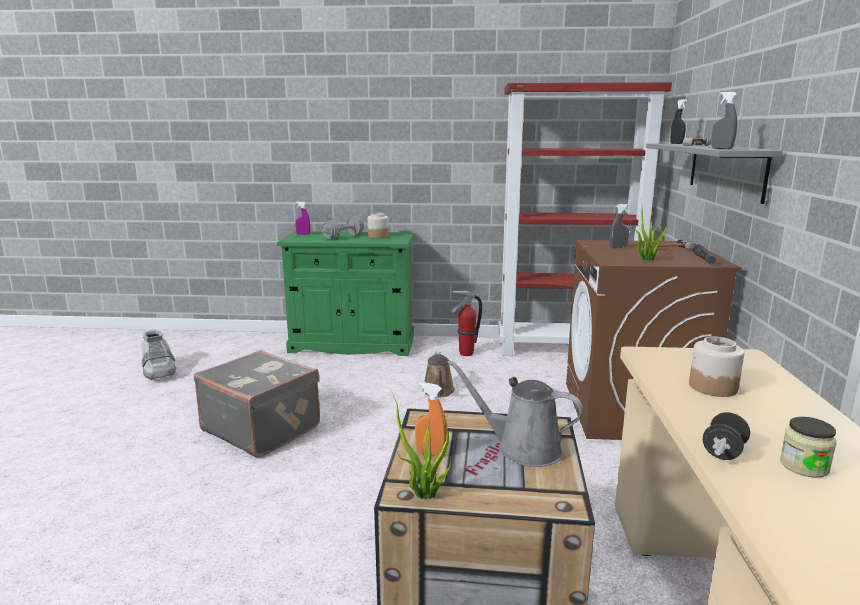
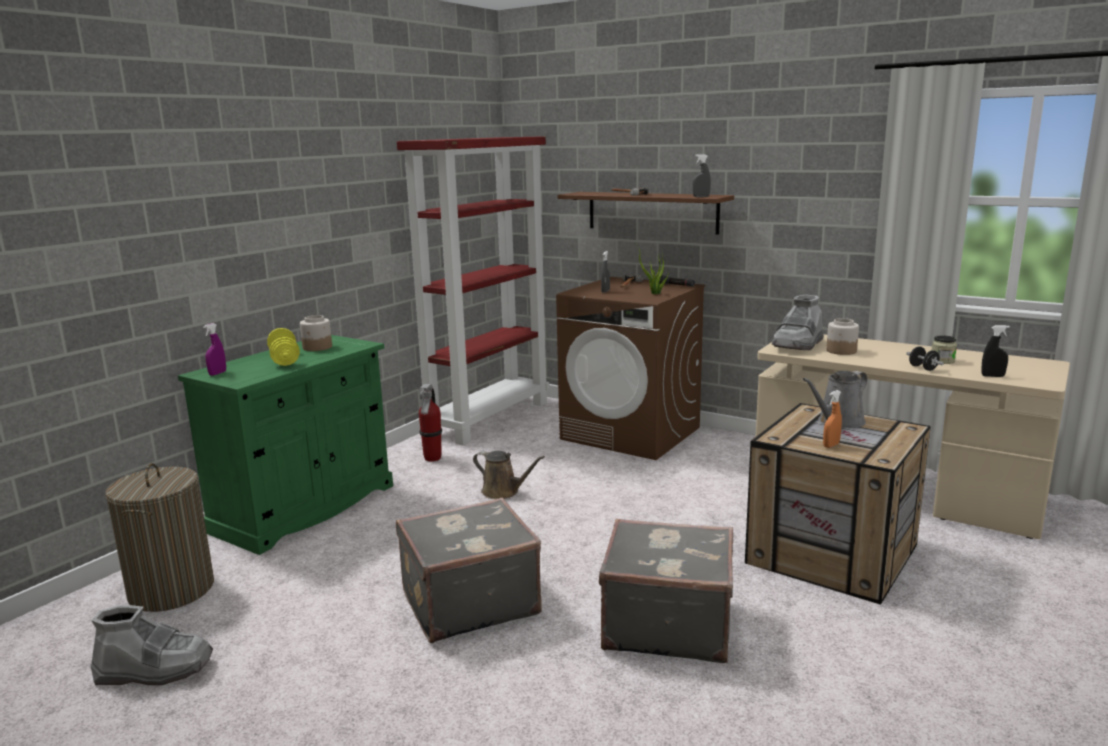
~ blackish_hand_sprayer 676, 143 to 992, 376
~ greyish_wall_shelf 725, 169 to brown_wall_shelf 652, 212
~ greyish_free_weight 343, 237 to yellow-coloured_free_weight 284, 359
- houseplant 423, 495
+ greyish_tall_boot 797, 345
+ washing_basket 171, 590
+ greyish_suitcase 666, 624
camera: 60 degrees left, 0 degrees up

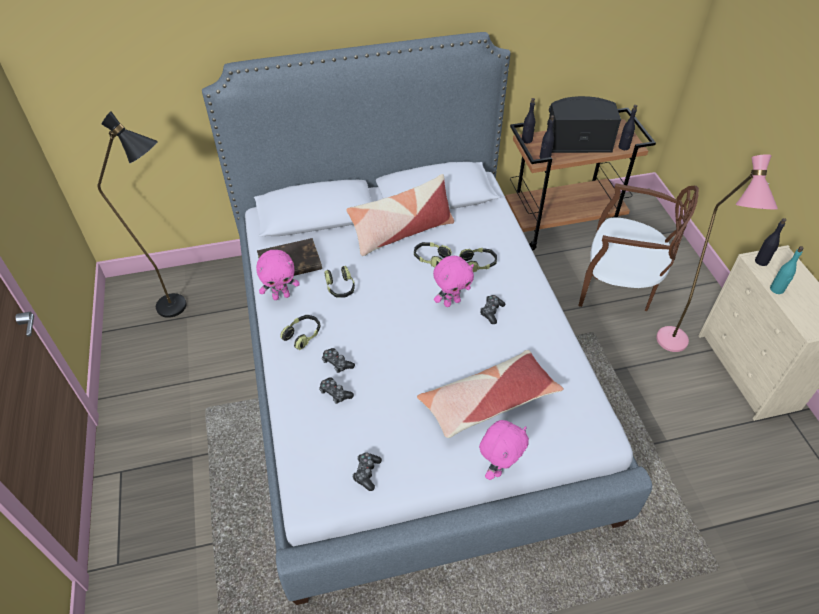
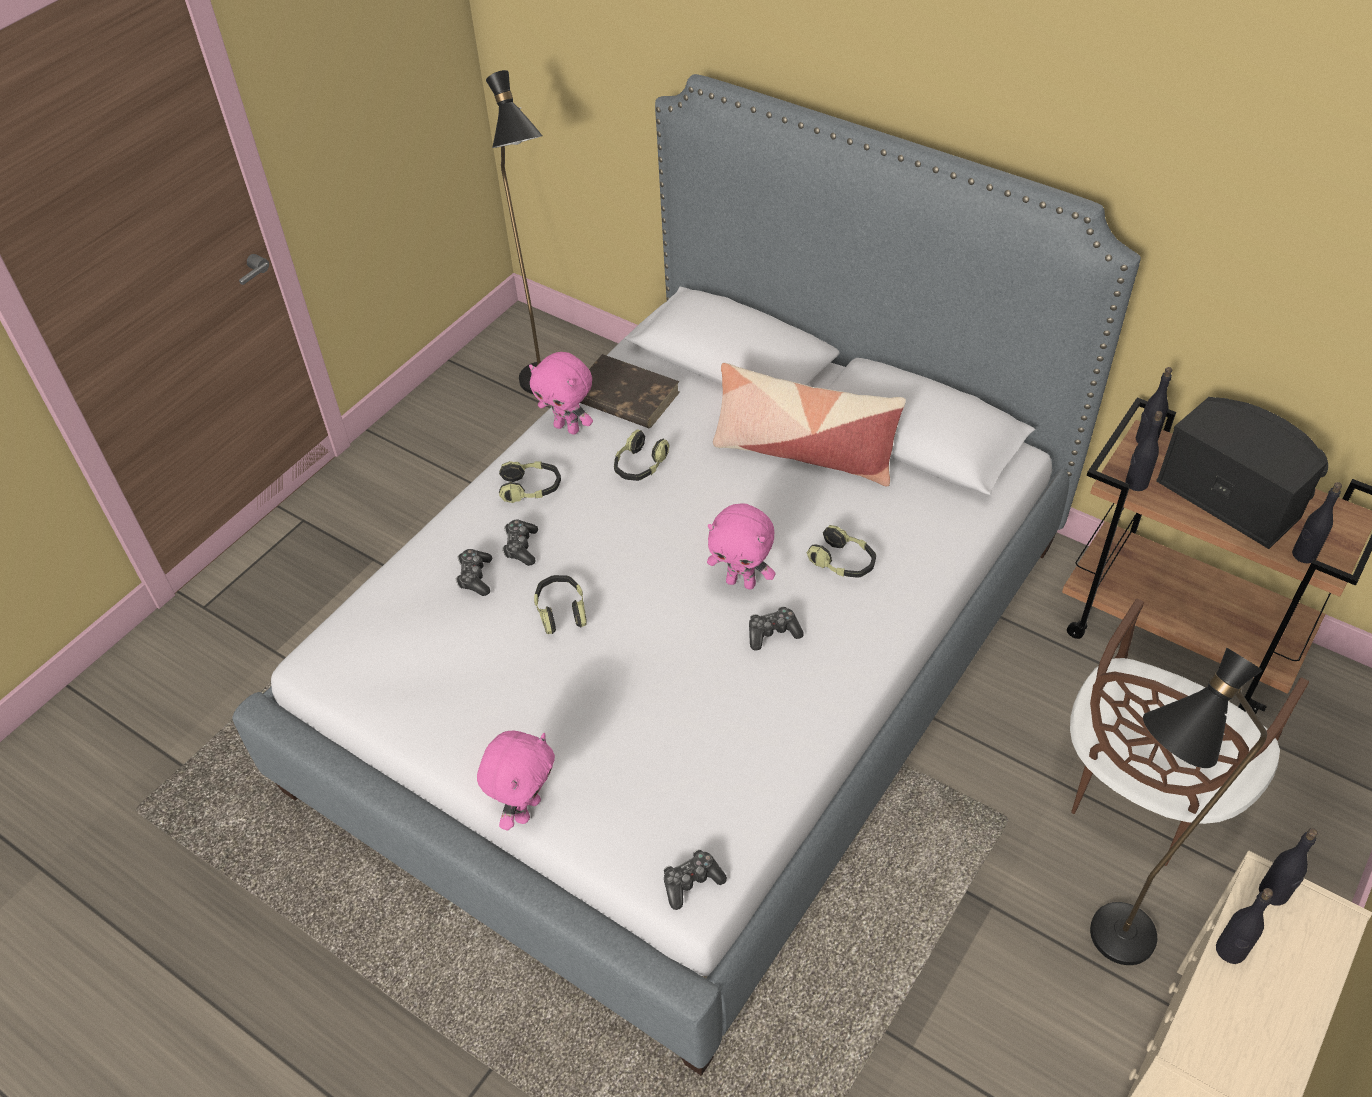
~ pink_standard_lamp 674, 349 to blackish_standard_lamp 1106, 950
~ brown_plain_chair 618, 286 = 1144, 792 60 degrees clockwise
~ headphones 431, 259 to 561, 610
~ turquoise-coloured_bottle 777, 289 to blackish_bottle 1230, 950
- cushion 488, 401
~ pink_cuddly_toy 499, 468 = 526, 809 60 degrees counterclockwise
~ joypad 366, 473 to 691, 882
camera: 50 degrees right, 0 degrees up

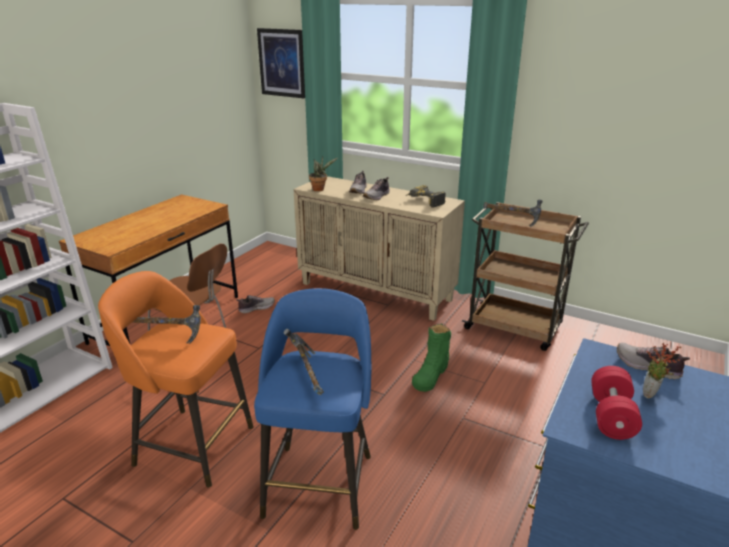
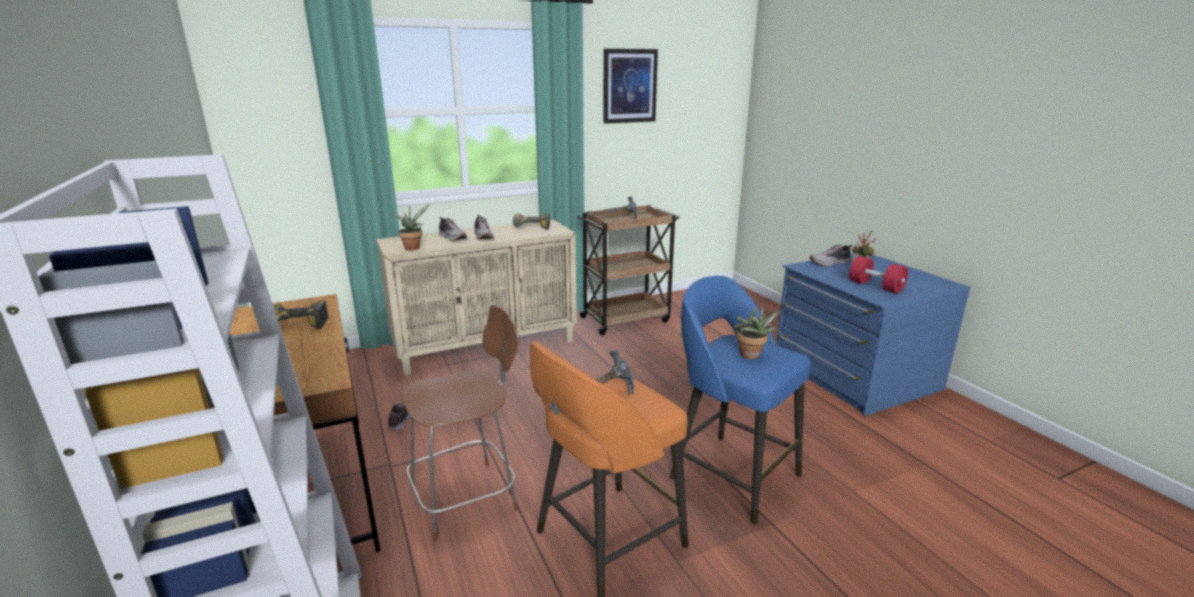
~ wall_art 282, 63 to 629, 86
- greenish_tall_boot 431, 374
~ hammer 307, 377 to houseplant 751, 356
+ electric_drill 294, 327
camera: 55 degrees left, 5 degrees down

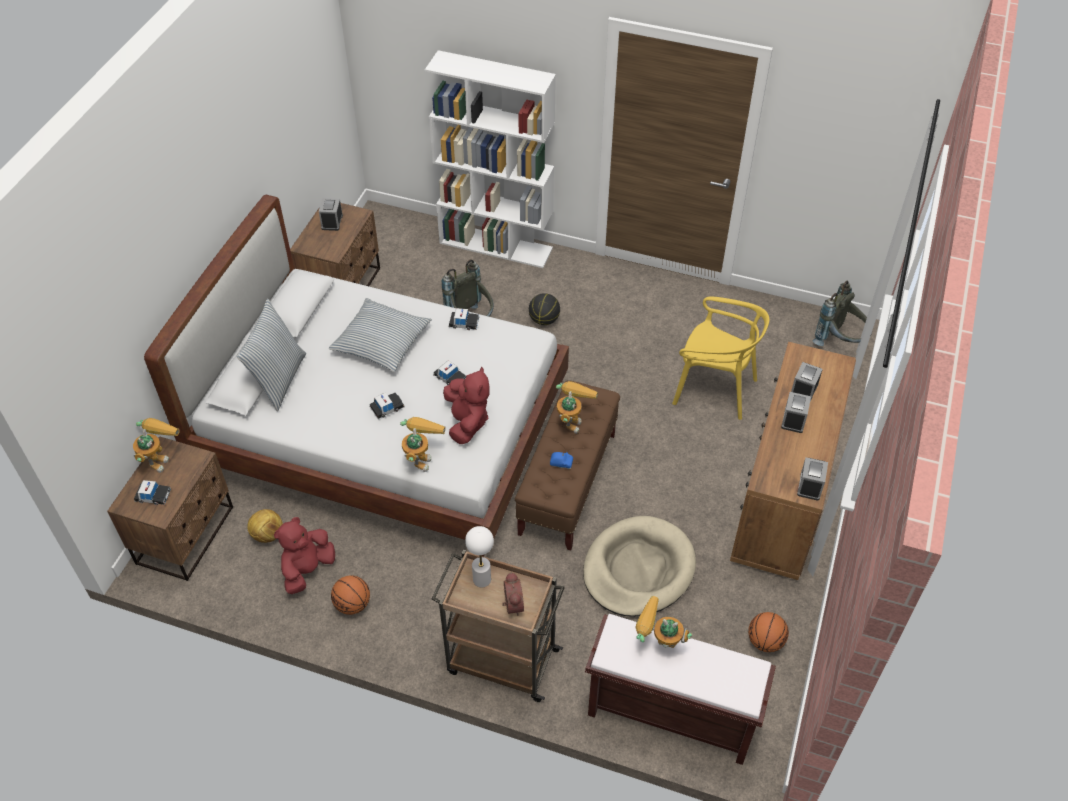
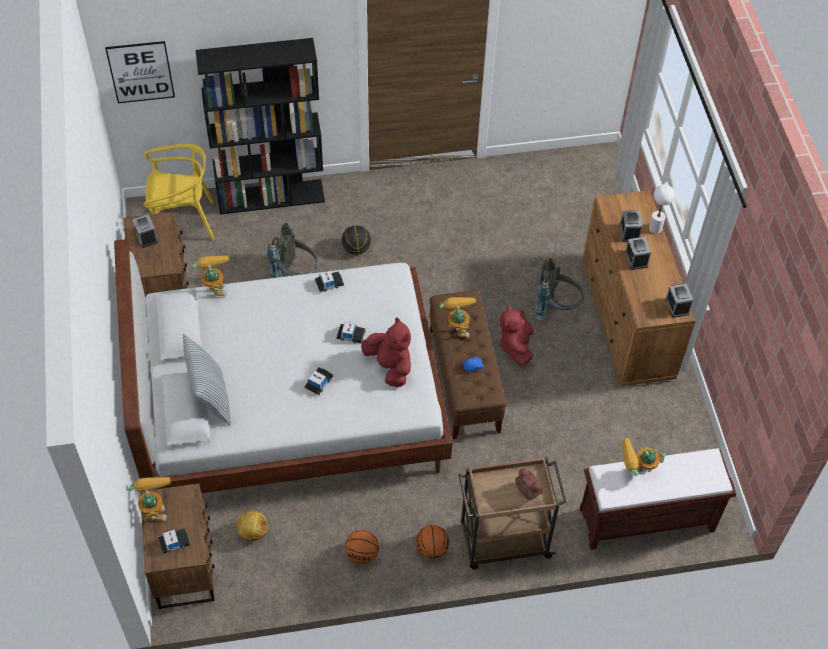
~ white_shelving_unit 496, 245 to blackish_shelving_unit 271, 196
~ greyish_backpack 840, 341 to 556, 307
~ yellow-coloured_plain_chair 714, 389 to 182, 222
- cushion 381, 342
~ robot_figure 421, 456 to 214, 287
- beige_dog_bed 638, 569
~ red-coloured_cuddly_toy 307, 569 to 516, 346
~ white_table_lamp 482, 579 to 655, 229
~ basketball 765, 641 to 432, 549
+ wall_art 140, 72
camera: 30 degrees left, 5 degrees up

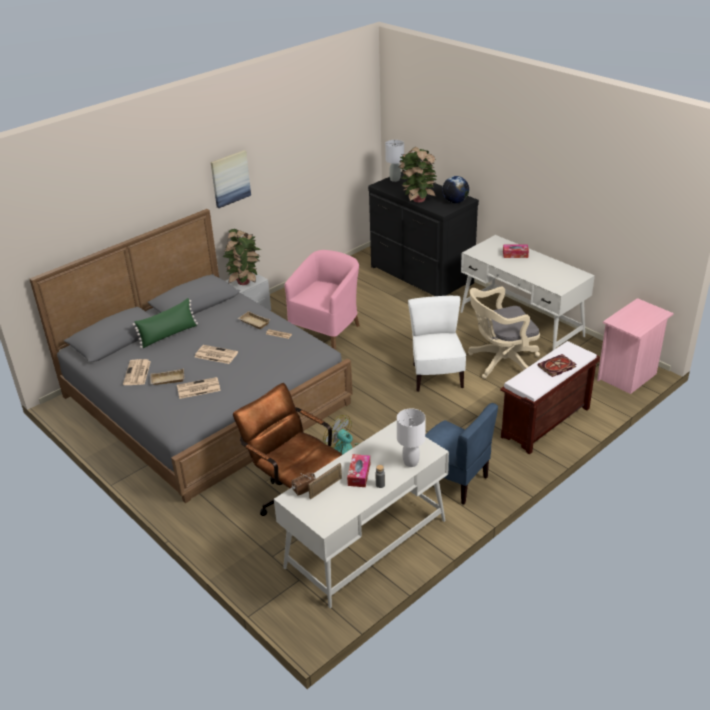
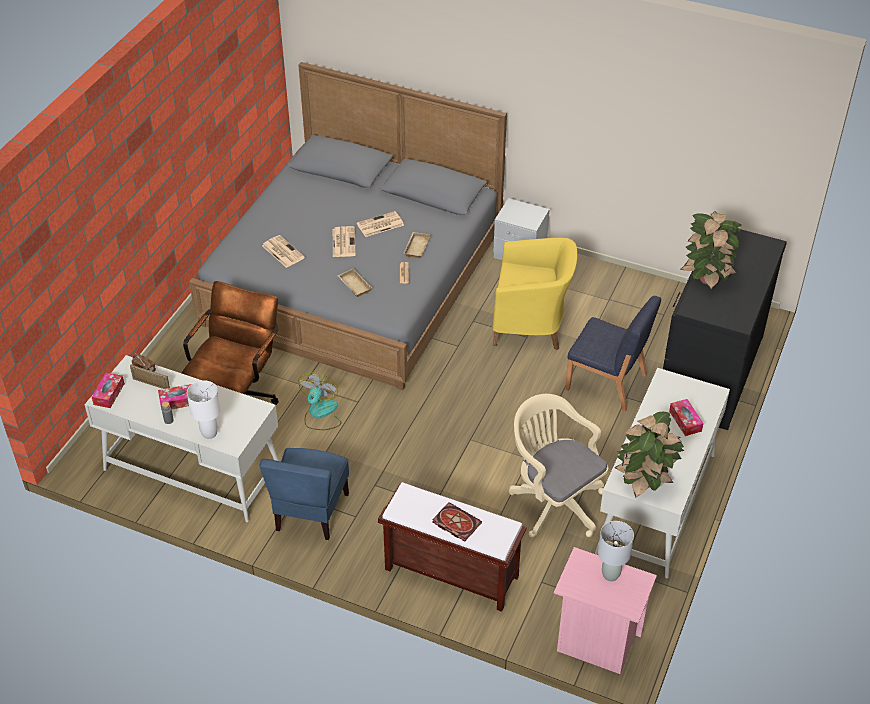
~ greyish_table_lamp 395, 179 to 611, 575
- wall_art 230, 178
- globe 455, 202
~ houseplant 244, 281 to 644, 482
~ pink_lounge_chair 327, 330 to yellow-coloured_lounge_chair 531, 326
- white_plain_chair 436, 376
- greenish_cushion 168, 335
~ newspaper 137, 373 to 379, 225
~ beige_tray 167, 380 to 353, 285
+ blue-coloured_plain_chair 607, 383
+ box_of_tissues 109, 394
camera: 65 degrees right, 10 degrees up

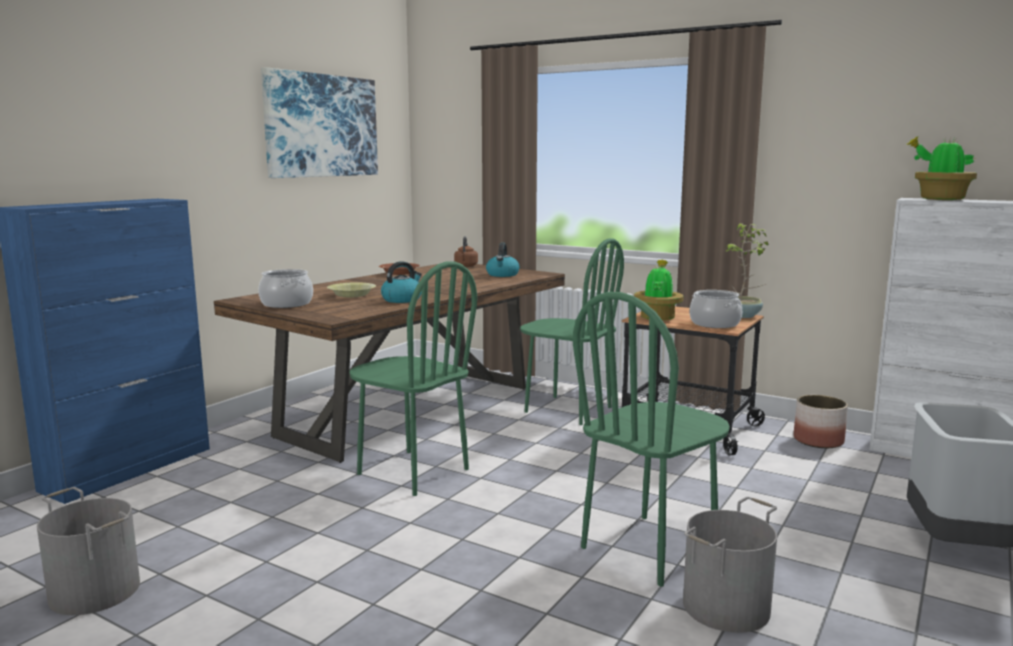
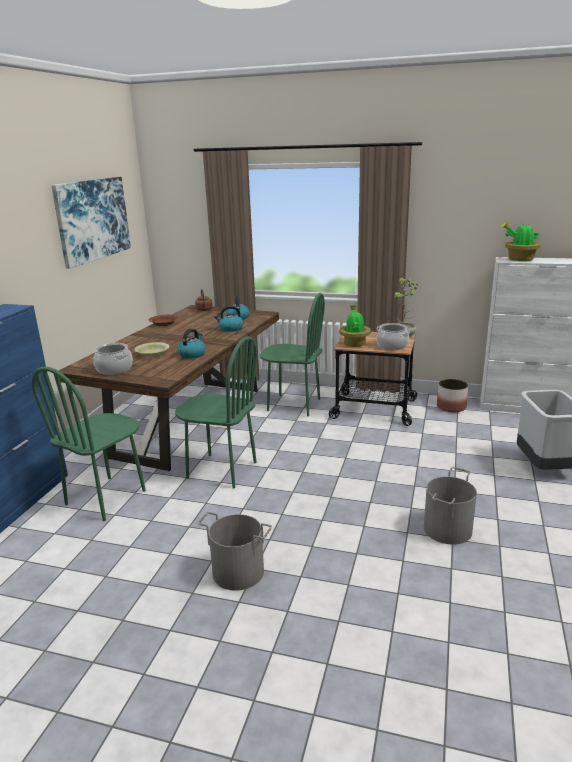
~ greenish_plain_chair 650, 548 to 106, 497
~ greyish_pail 96, 590 to 238, 571
+ tea_kettle 230, 329
camera: 15 degrees left, 10 degrees up

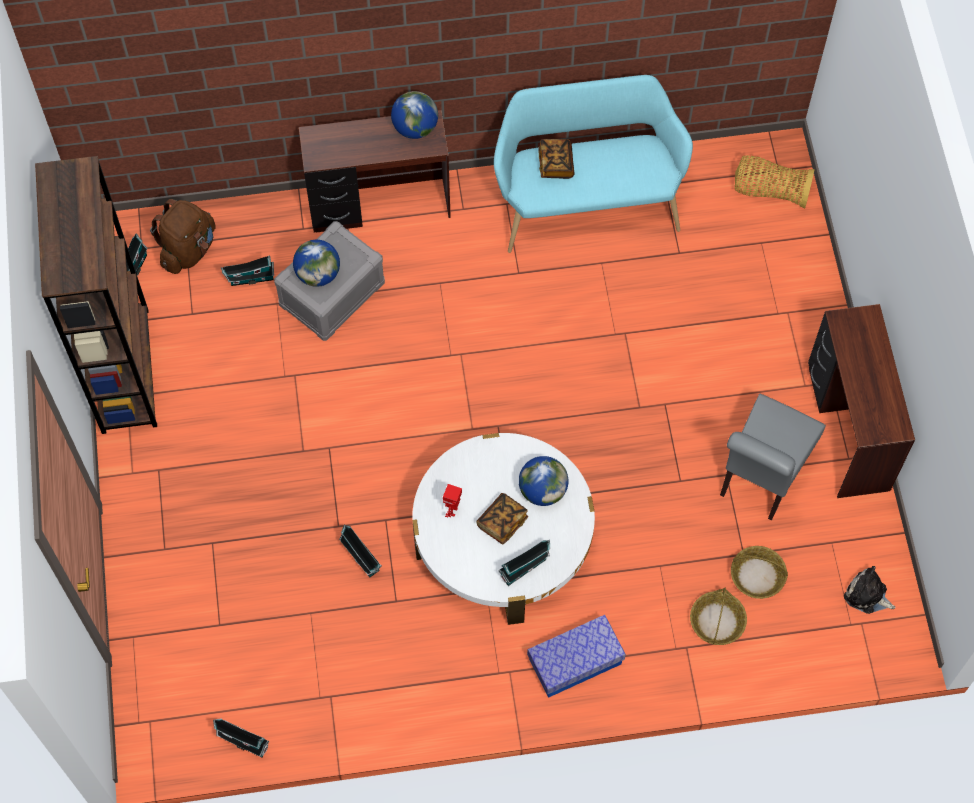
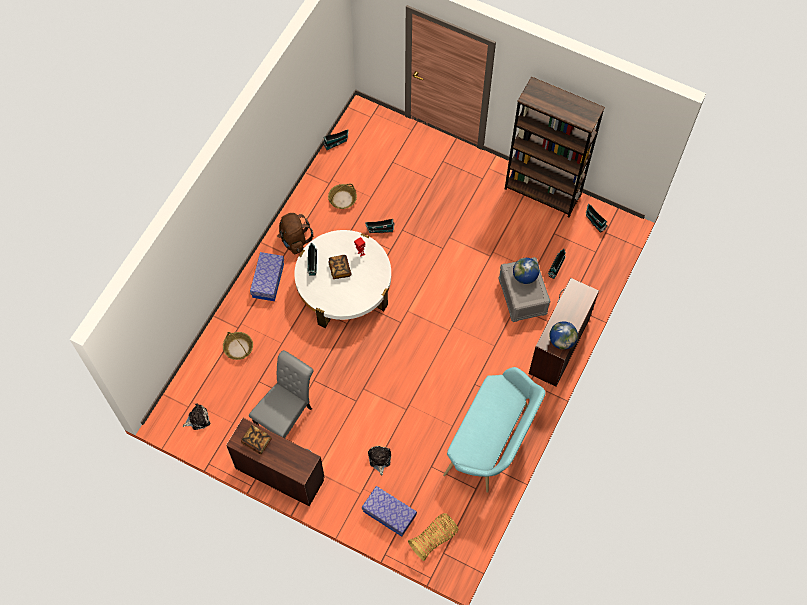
~ book 556, 164 to 257, 441
~ brown_backpack 188, 250 to 294, 240
~ greyish_plain_chair 761, 478 = 287, 415 60 degrees clockwise
- globe 542, 490
~ household_basket 757, 576 to 342, 199
+ cuddly_toy 379, 459
+ storage_container 389, 514
camera: 125 degrees right, 0 degrees up

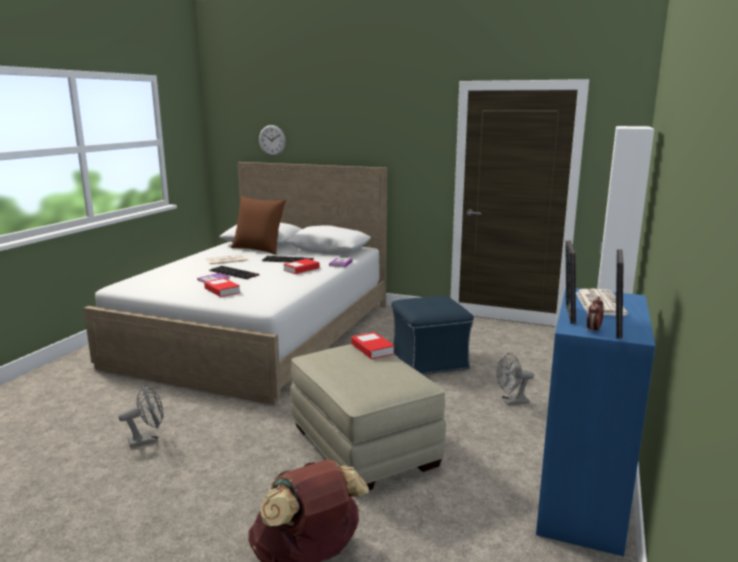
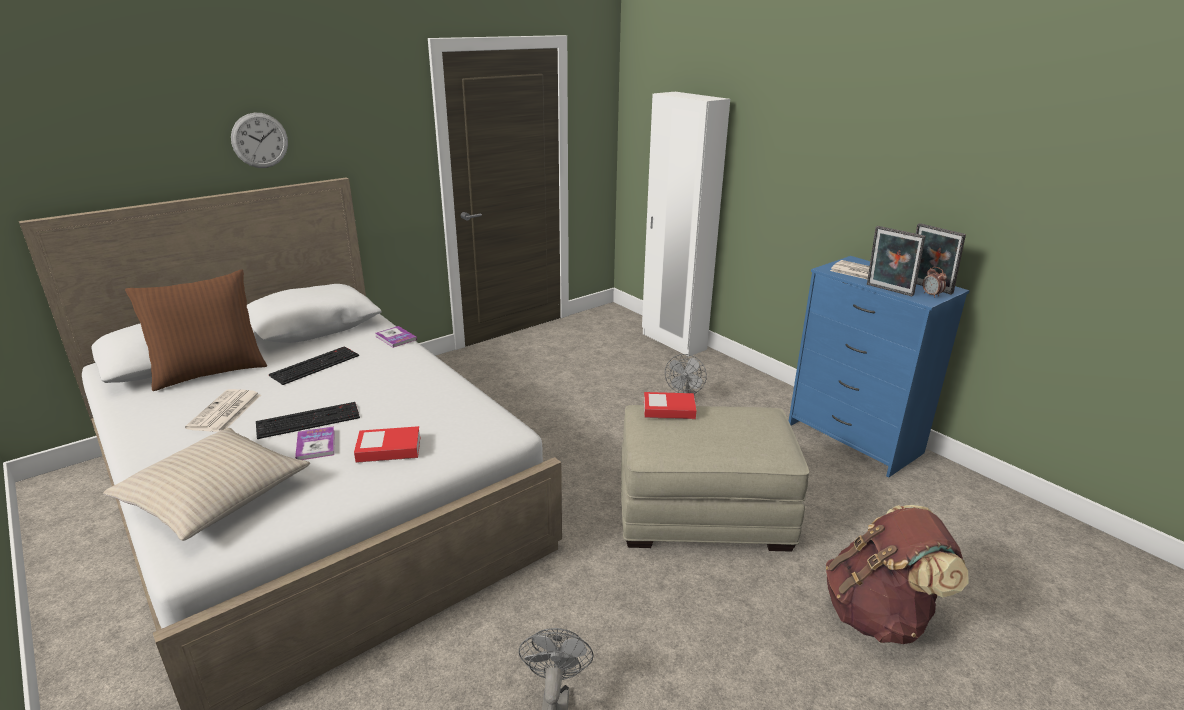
~ wall_clock 272, 140 to 260, 140
- book 301, 269
- blue-coloured_pouffe 429, 361
+ beige_cushion 214, 495
camera: 60 degrees left, 10 degrees up

